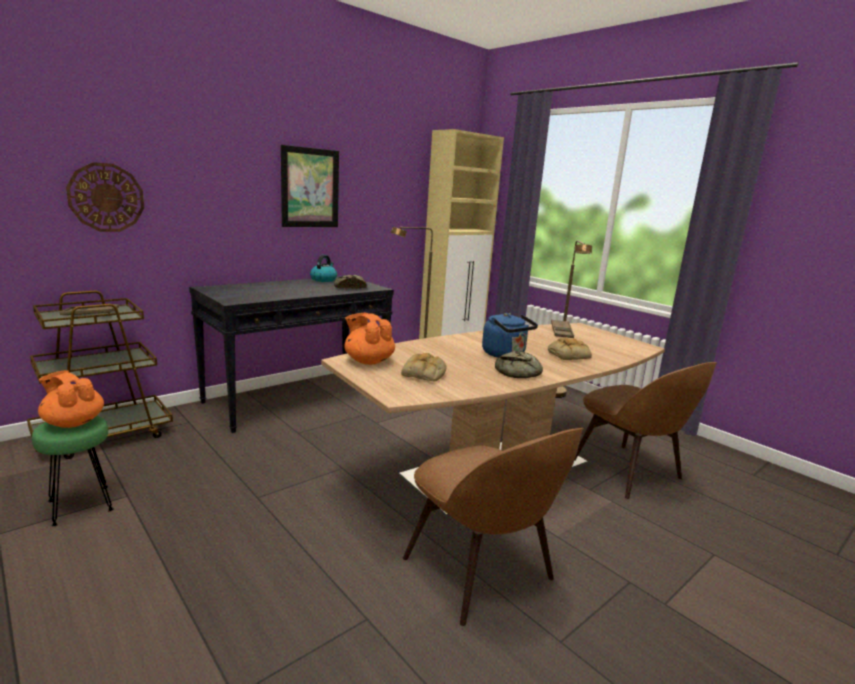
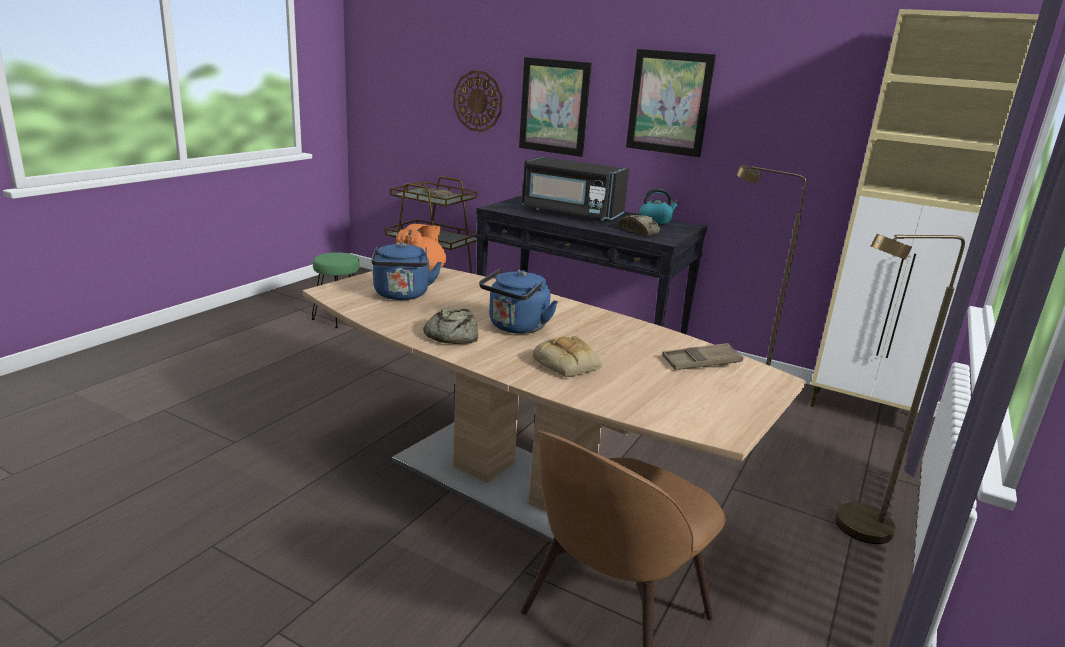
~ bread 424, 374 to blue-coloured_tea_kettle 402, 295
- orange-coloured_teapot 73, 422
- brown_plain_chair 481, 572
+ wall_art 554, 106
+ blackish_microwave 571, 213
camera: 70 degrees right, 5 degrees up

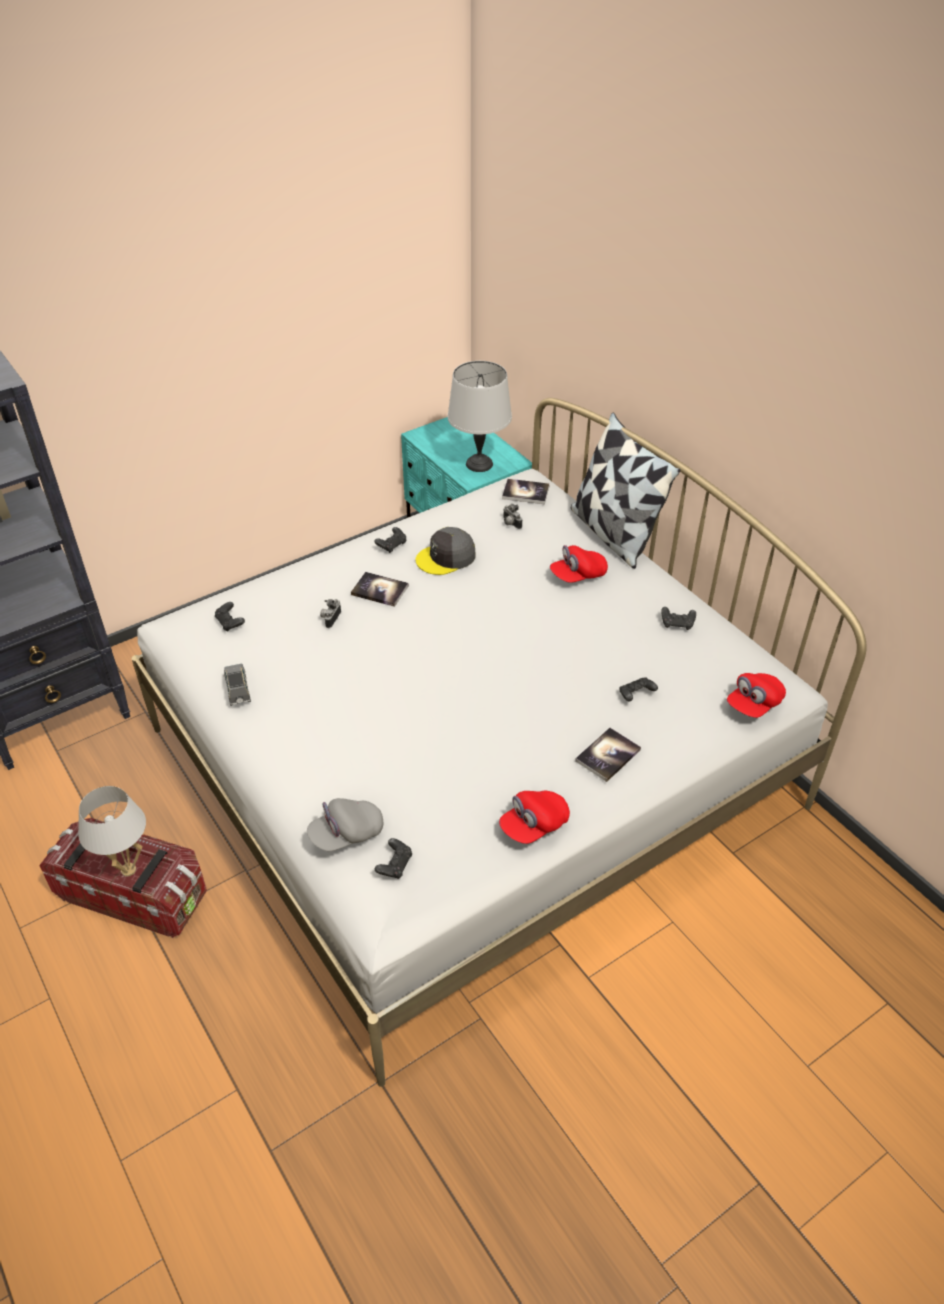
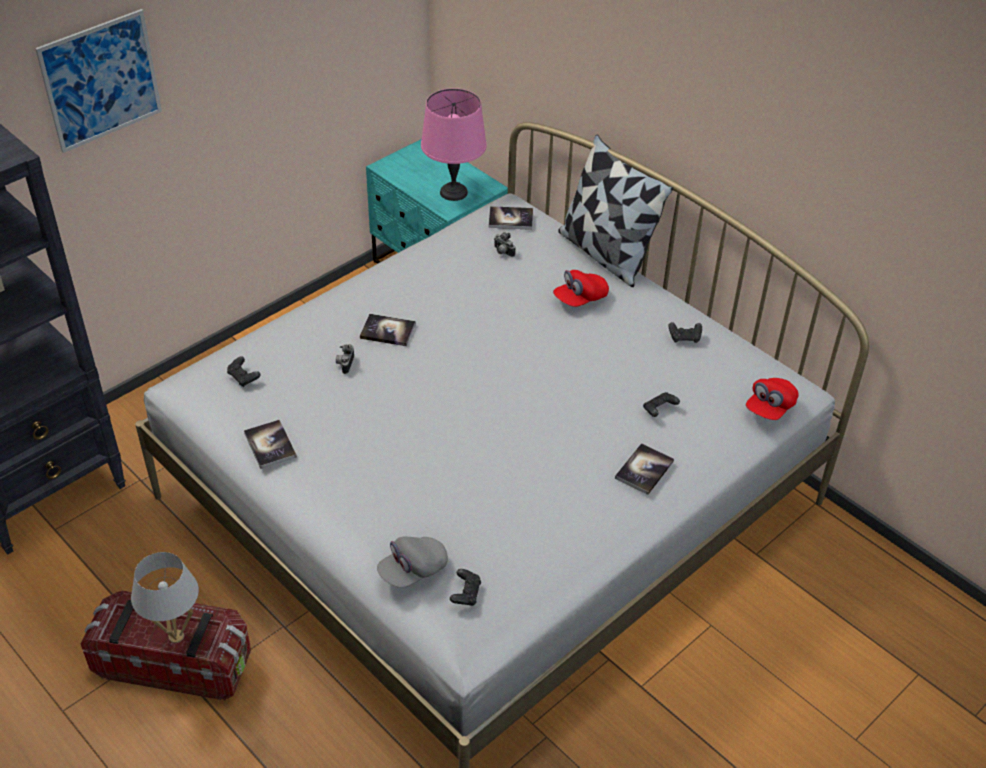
~ greyish_table_lamp 479, 463 to pink_table_lamp 453, 192
- blackish_joypad 392, 545
- greyish_cap 446, 557
~ greyish_model_car 238, 691 to book 270, 445
- red-coloured_cap 534, 825
+ wall_art 101, 81
camera: 10 degrees left, 0 degrees up

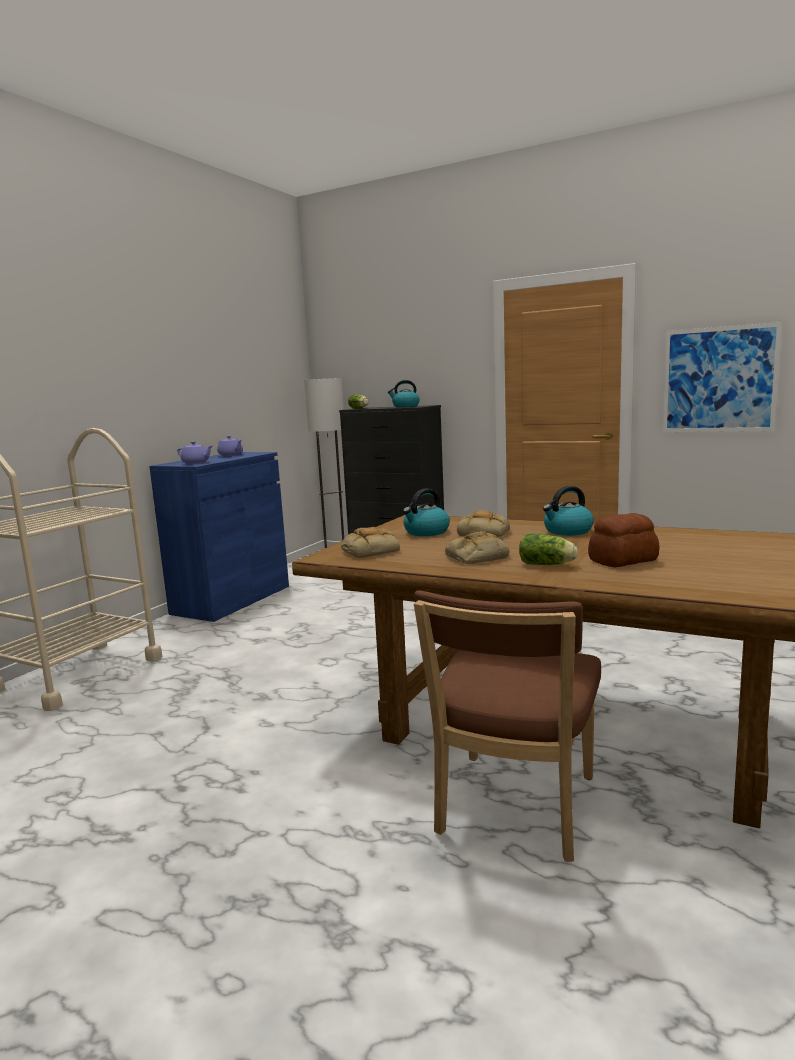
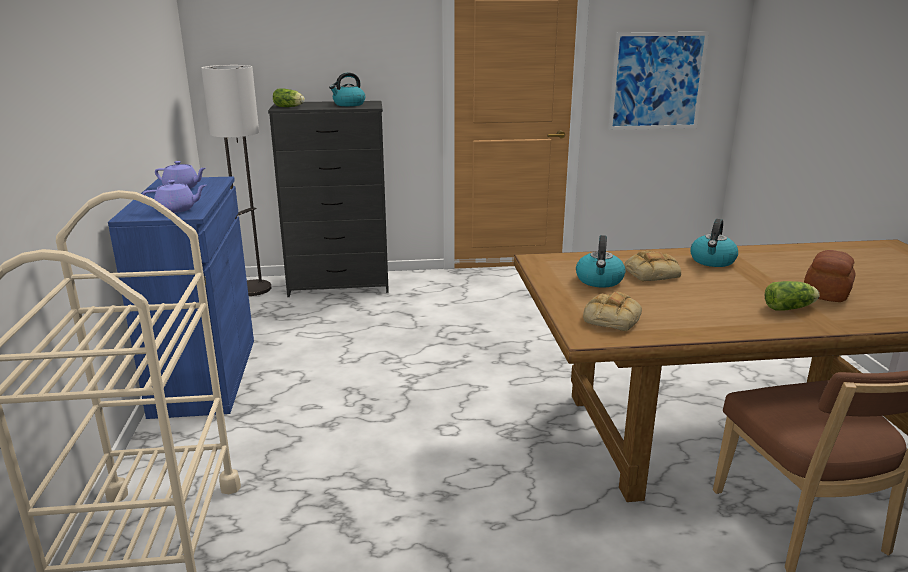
- bread 476, 557
camera: 35 degrees left, 10 degrees up

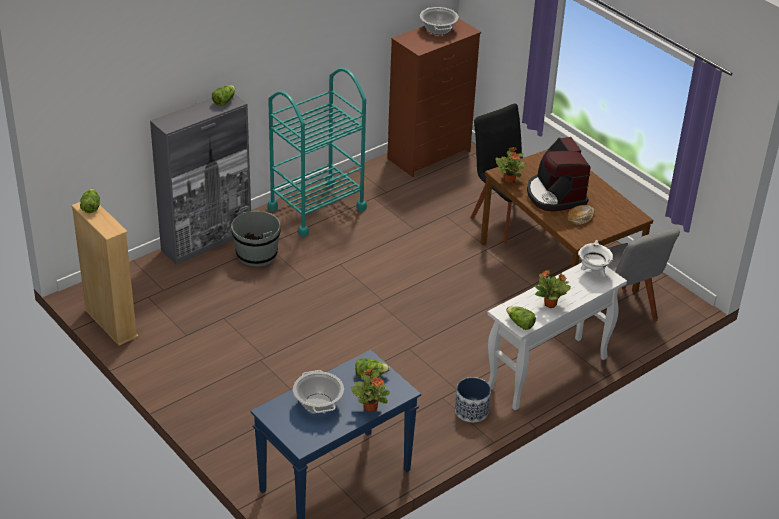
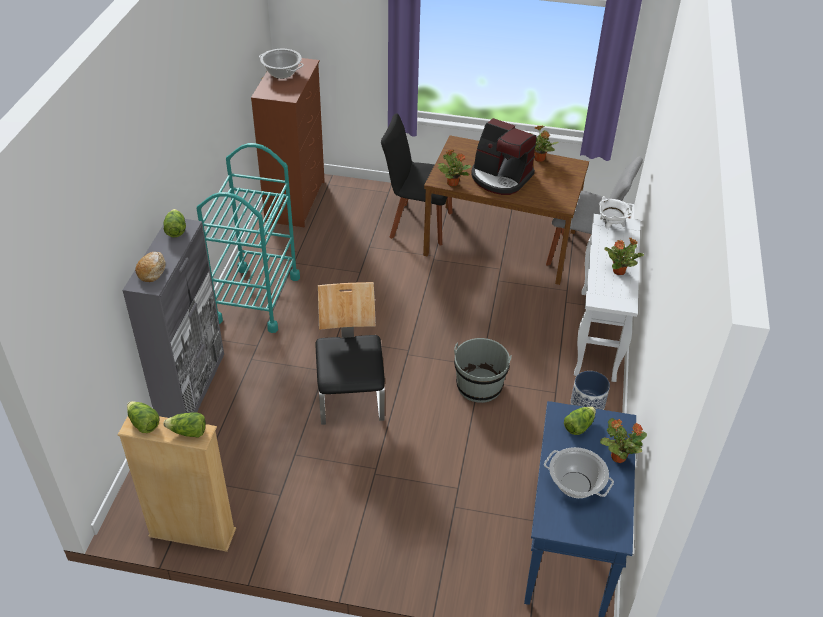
~ bread 580, 218 to 152, 270
~ greyish_pail 256, 254 to 479, 386
~ lettuce 520, 323 to 188, 432
+ houseplant 539, 159
+ plain_chair 351, 399
camera: 40 degrees left, 5 degrees up

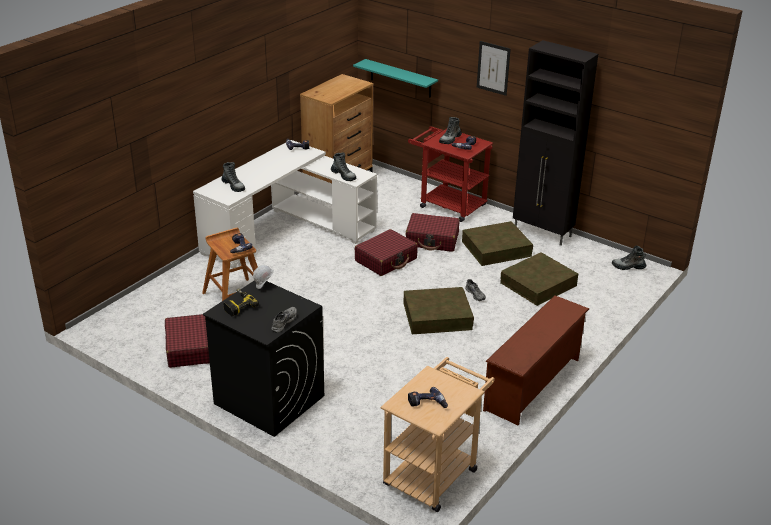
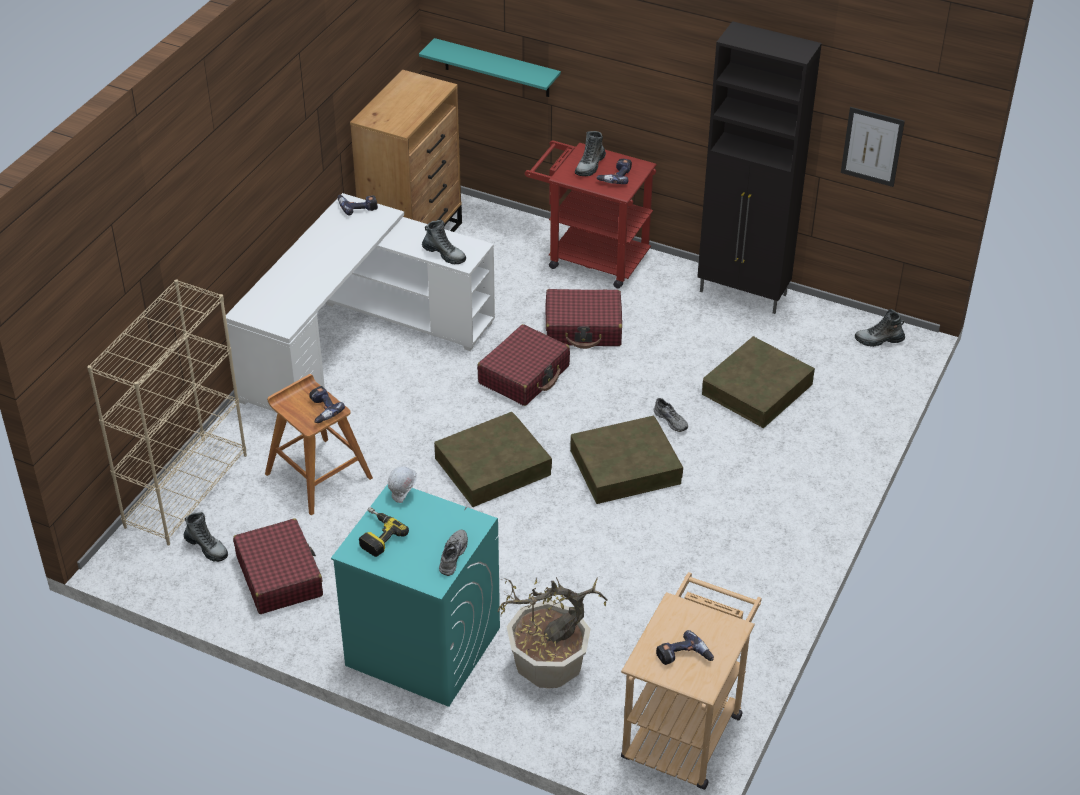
~ wall_art 493, 68 to 872, 146
~ tall_boot 233, 186 to 207, 547
~ brown_storage_container 496, 249 to 492, 466
~ blackish_laundry_machine 268, 399 to turquoise-coloured_laundry_machine 422, 646
- brown_shoe_stand 533, 385
+ beige_shelving_unit 186, 490
+ houseplant 547, 669
camera: 10 degrees left, 10 degrees up

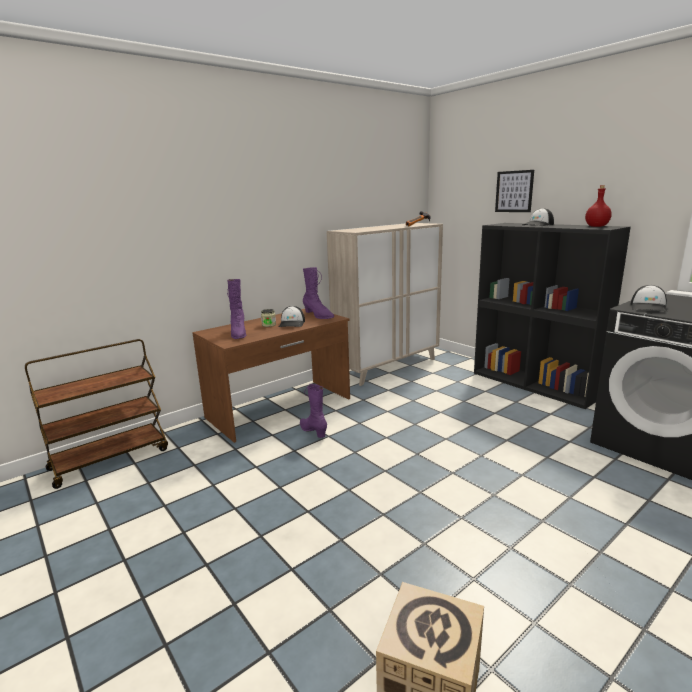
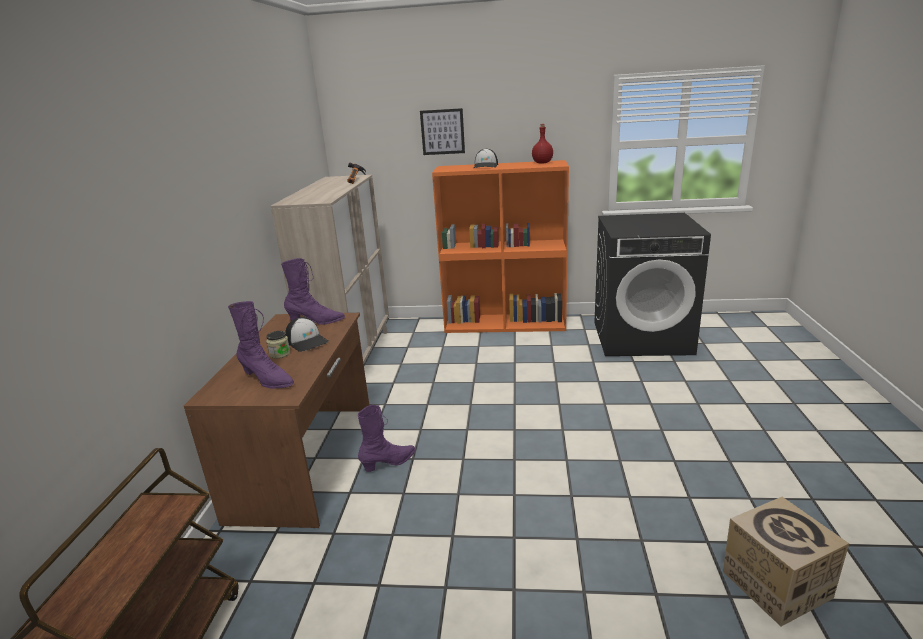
~ blackish_shelving_unit 535, 384 to orange-coloured_shelving_unit 505, 323
- cap 649, 307
~ purplish_tall_boot 313, 431 = 389, 463 135 degrees clockwise
camera: 45 degrees left, 5 degrees up

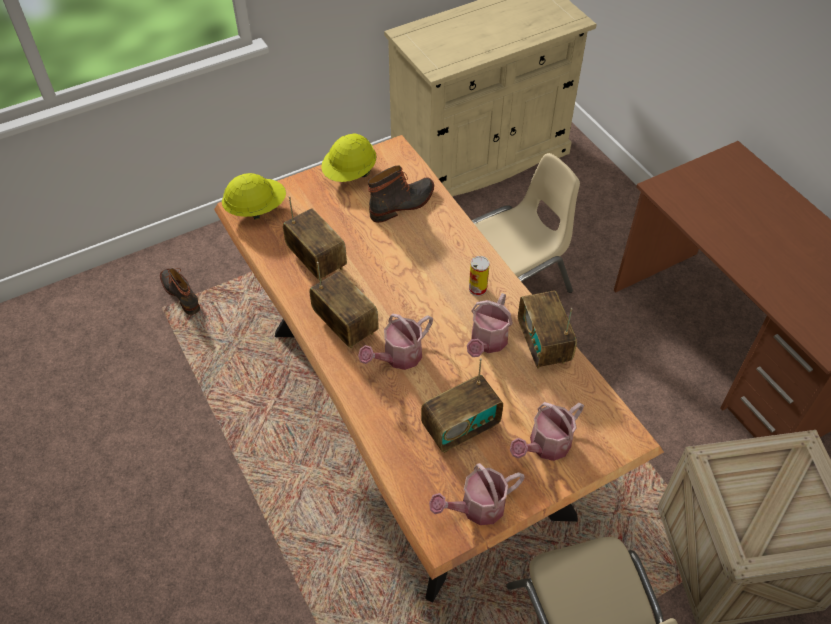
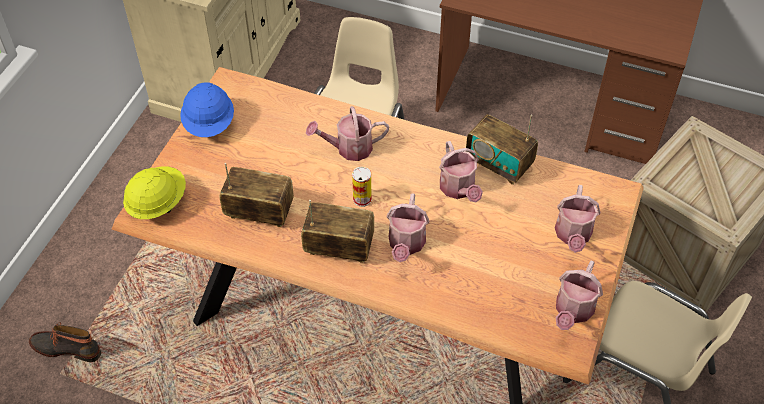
~ yellow-coloured_safety_helmet 350, 173 to blue-coloured_safety_helmet 210, 124
- tall_boot 403, 204
~ can 477, 289 to 362, 199
- radio_set 460, 427
+ watering_pot 349, 148
camera: 40 degrees left, 0 degrees up

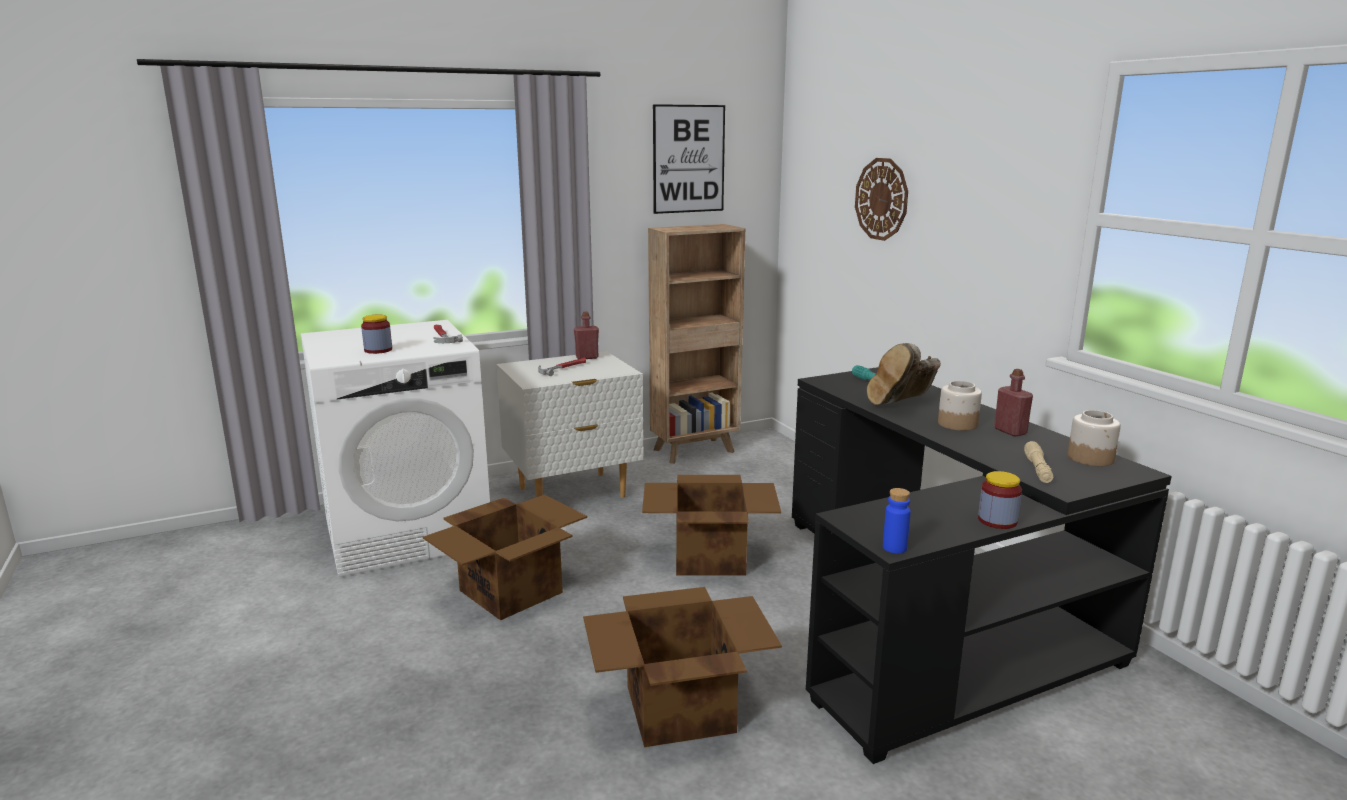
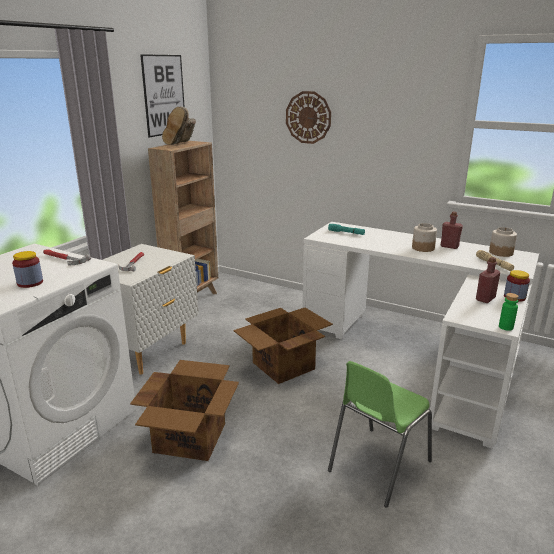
~ red-coloured_bottle 587, 357 to 485, 299
~ brown_tall_boot 902, 405 to 181, 145
~ blackish_desk 933, 612 to white_desk 421, 355
~ blue-coloured_bottle 894, 548 to greenish_bottle 506, 327
~ cardboard_box 678, 708 to greenish_plain_chair 377, 466
camera: 35 degrees left, 5 degrees up

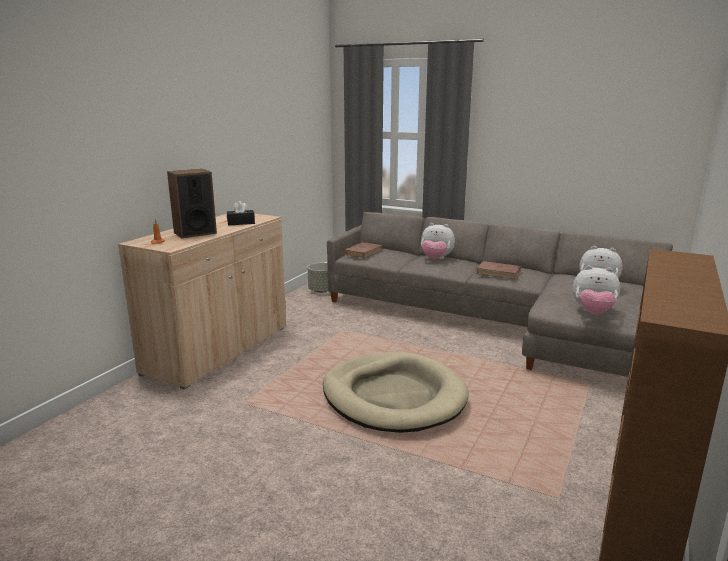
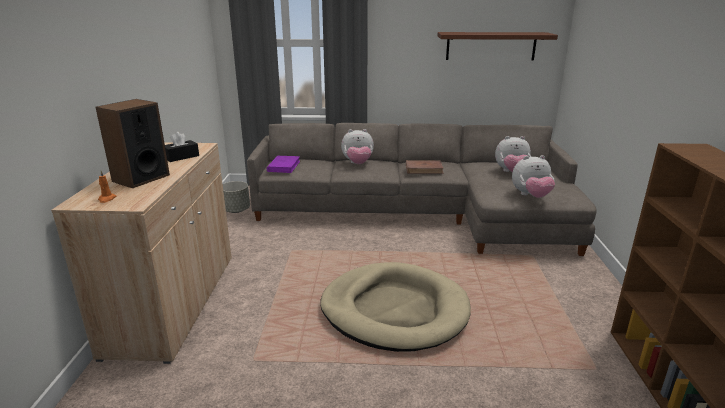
~ brown_book 363, 252 to purplish_book 284, 166
+ brown_wall_shelf 491, 46
camera: 25 degrees left, 5 degrees up

